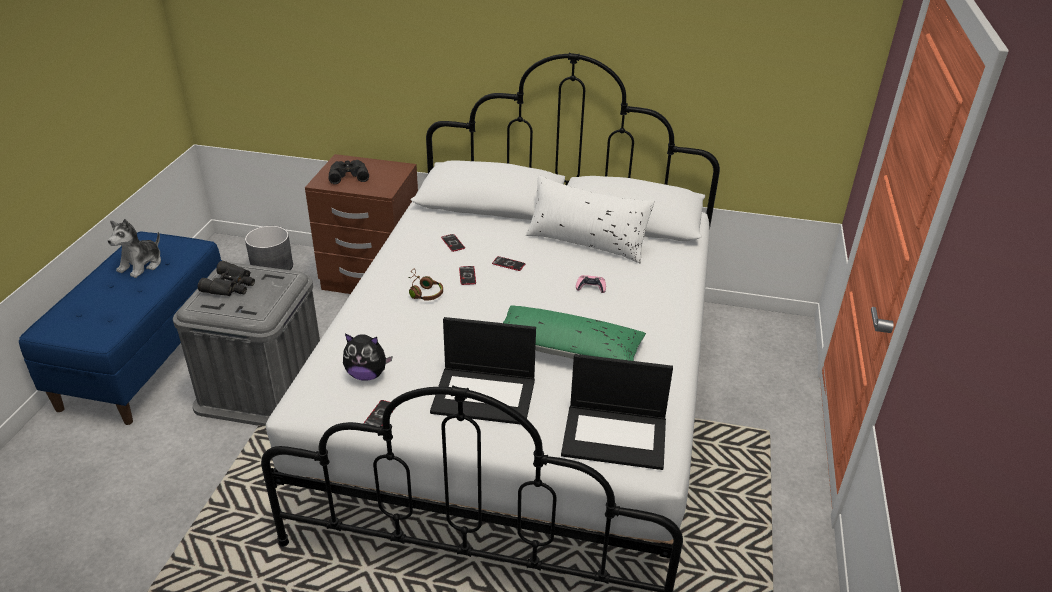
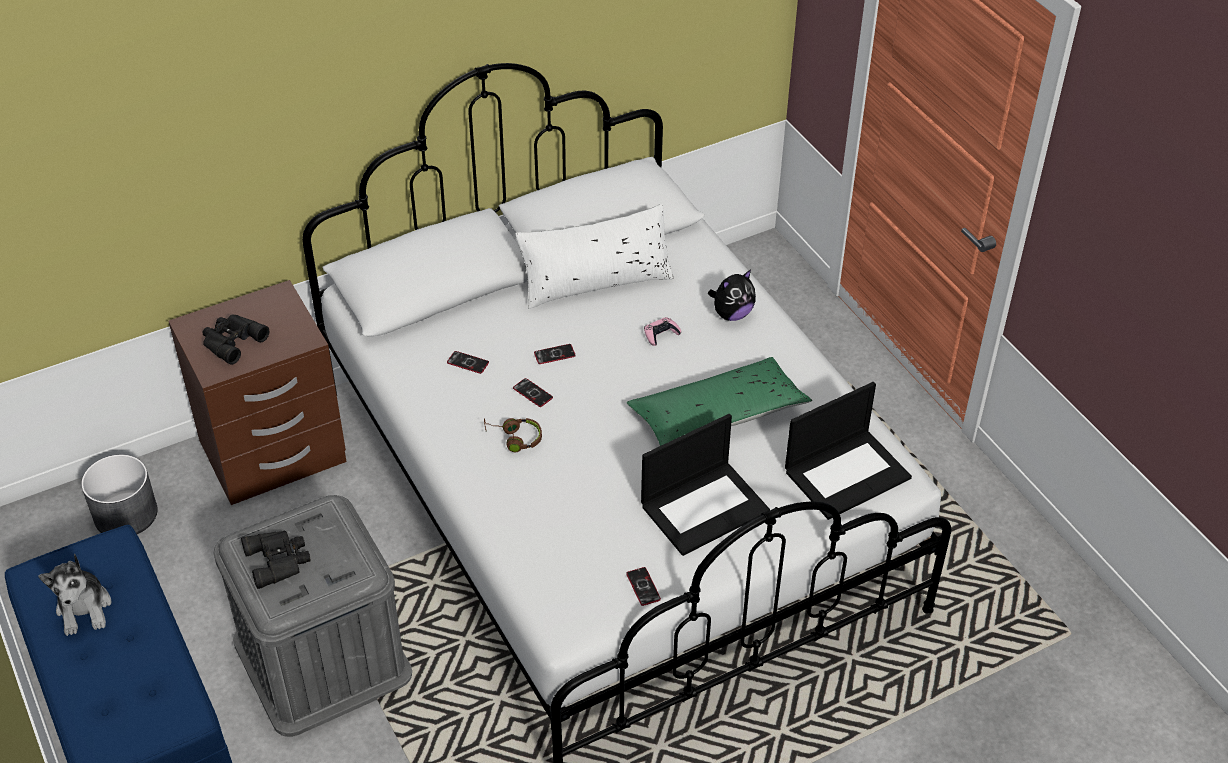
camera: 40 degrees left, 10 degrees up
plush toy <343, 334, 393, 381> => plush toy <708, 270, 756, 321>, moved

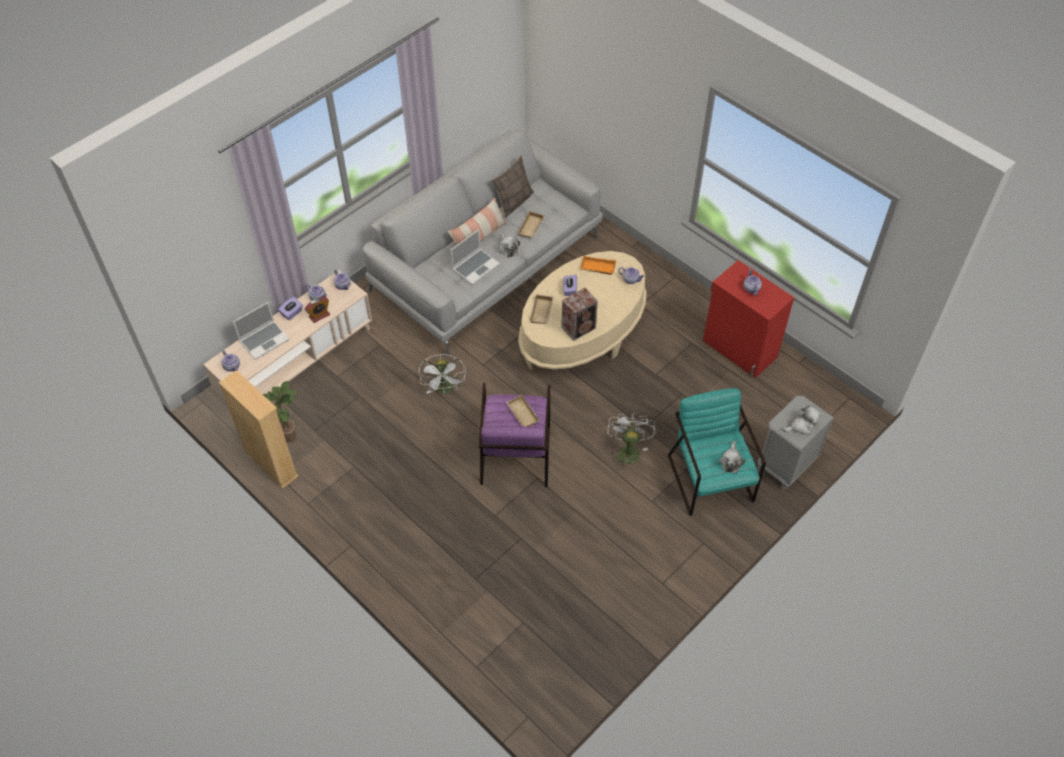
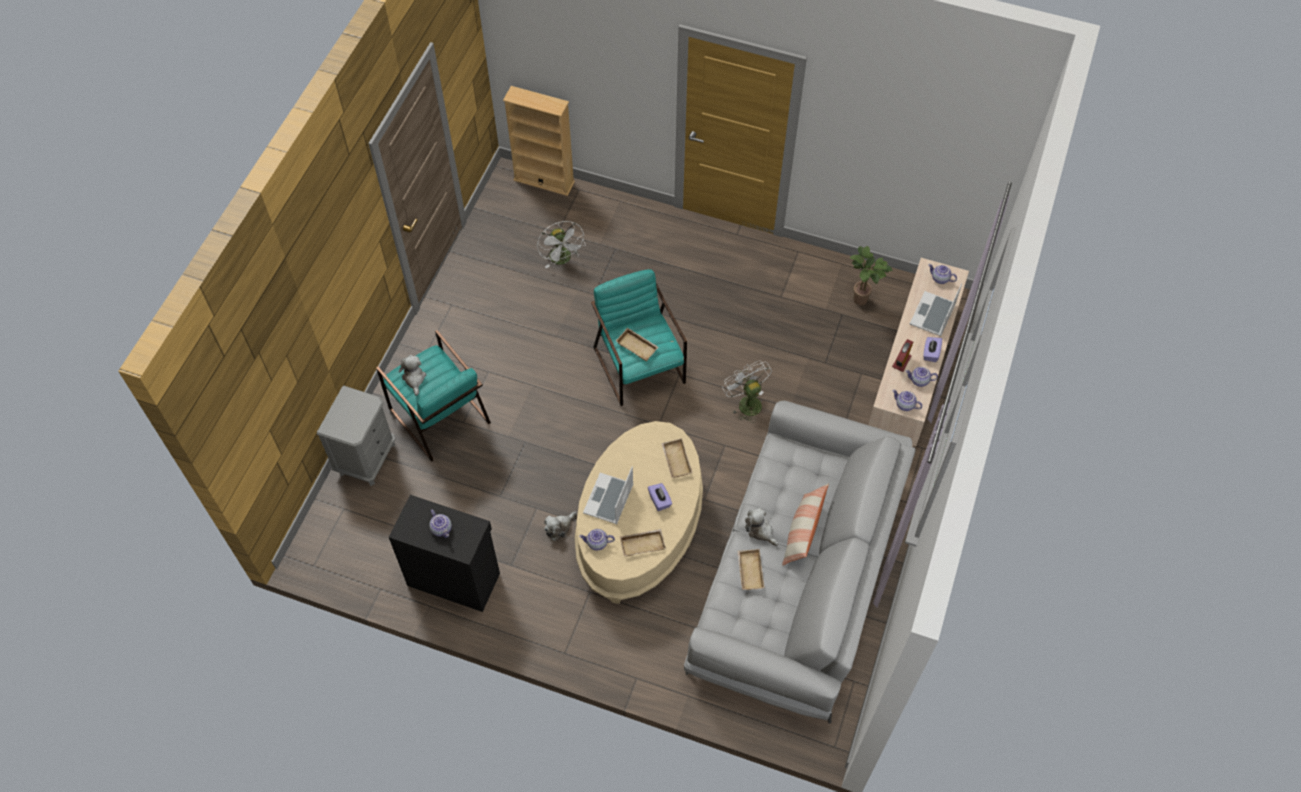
camera: 155 degrees right, 5 degrees up
bookcase (beige) <219, 370, 299, 489> => bookcase (beige) <503, 86, 575, 196>, moved
laptop <451, 229, 500, 285> => laptop <583, 467, 633, 524>, moved
armchair (purple) <479, 383, 550, 487> => armchair (turquoise) <591, 269, 687, 406>
pillow <491, 155, 534, 218> => nothing
speaker <561, 288, 598, 341> => nothing
tray (orange) <580, 256, 616, 275> => tray (beige) <620, 529, 666, 556>
fan (white) <607, 413, 656, 469> => fan (white) <537, 221, 585, 269>, moved
cabinet (red) <703, 260, 794, 378> => cabinet (black) <389, 495, 500, 612>
plush toy <783, 405, 820, 435> => plush toy <544, 511, 577, 541>, moved

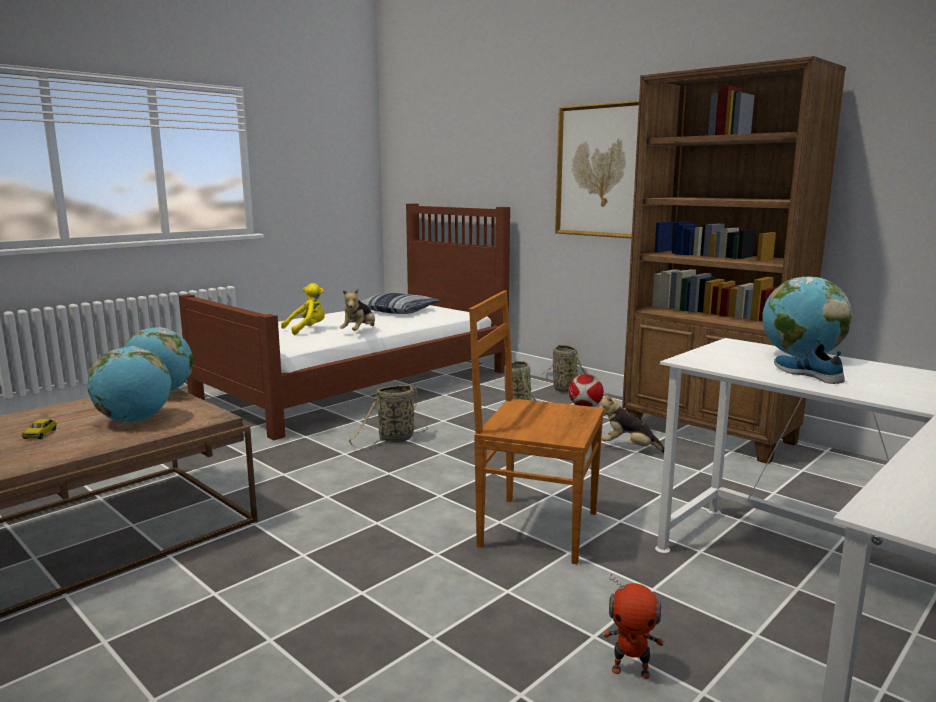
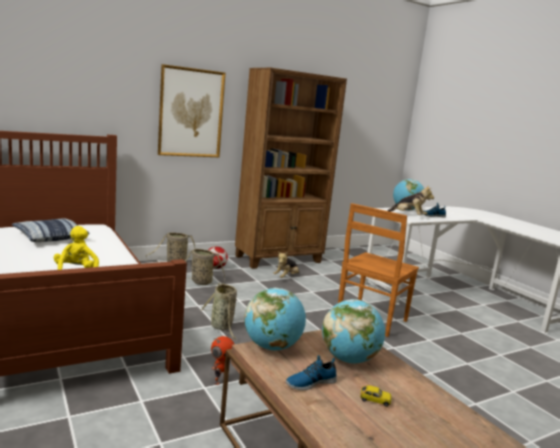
camera: 75 degrees left, 0 degrees up
plush toy <340, 289, 375, 331> => plush toy <387, 185, 434, 215>, moved
toy robot <603, 574, 664, 679> => toy robot <211, 336, 234, 385>, moved
nothing => shoe <286, 355, 337, 390>

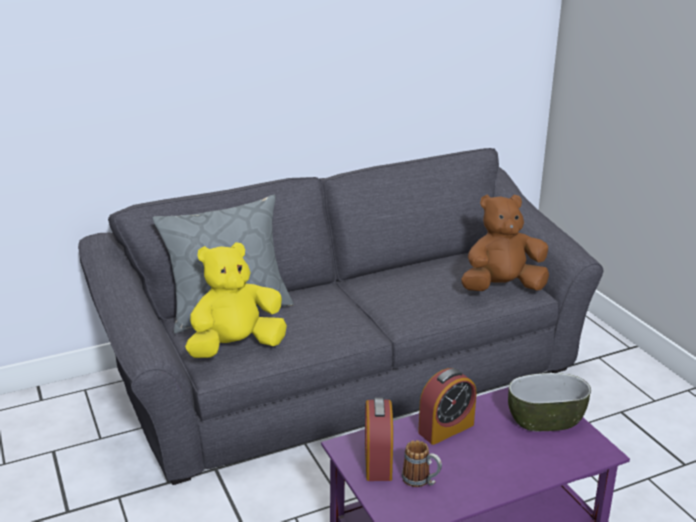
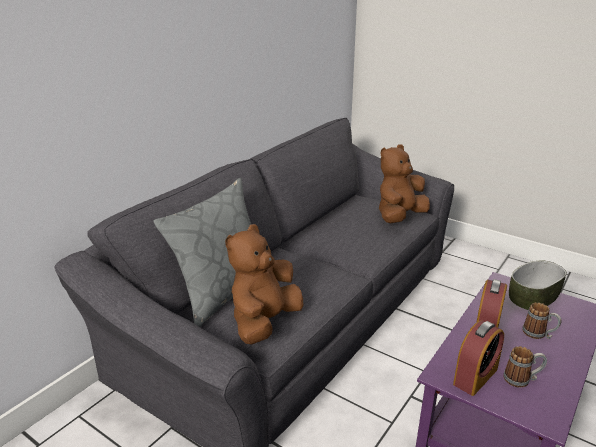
camera: 30 degrees left, 0 degrees up
plush toy (yellow) <185, 242, 287, 358> => plush toy (brown) <225, 224, 303, 345>
alarm clock <365, 398, 393, 481> => alarm clock <453, 321, 504, 396>, 105 degrees counterclockwise
nothing => mug <522, 302, 562, 339>

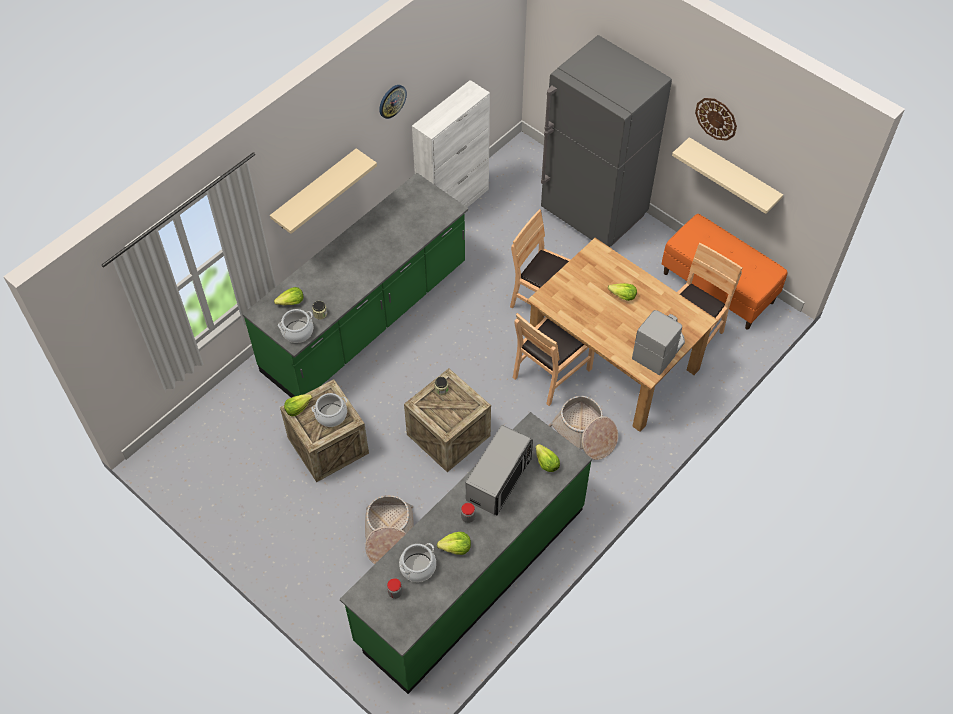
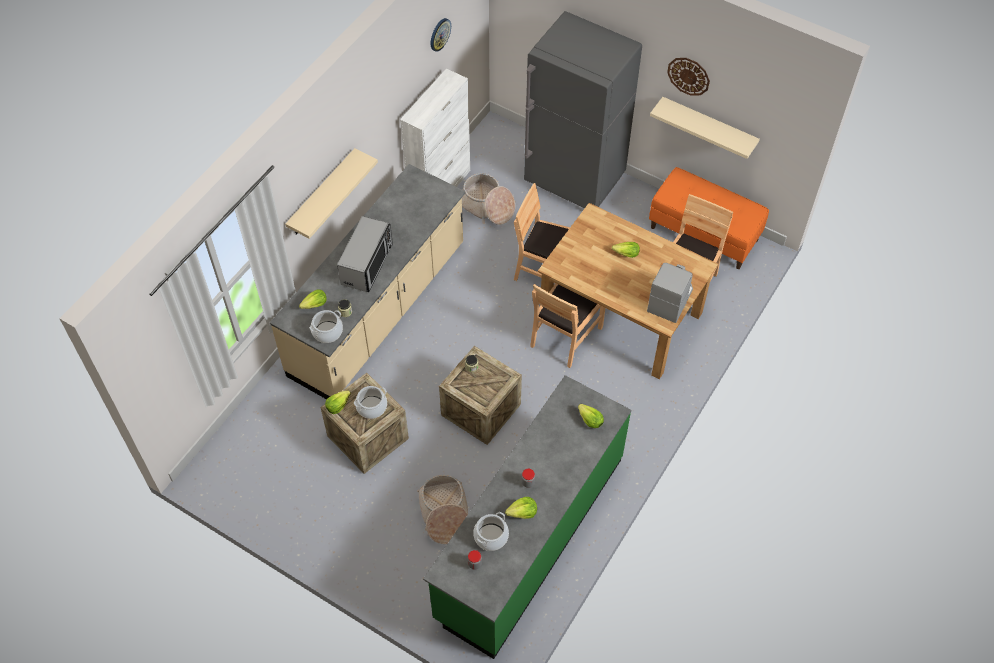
camera: 10 degrees left, 0 degrees up
counter (green) <242, 173, 468, 398> => counter (beige) <270, 164, 466, 399>
wall clock <379, 85, 407, 119> => wall clock <431, 18, 451, 52>, moved
microwave <466, 425, 533, 515> => microwave <337, 216, 393, 292>, moved
basket <548, 396, 618, 460> => basket <461, 173, 515, 225>, moved

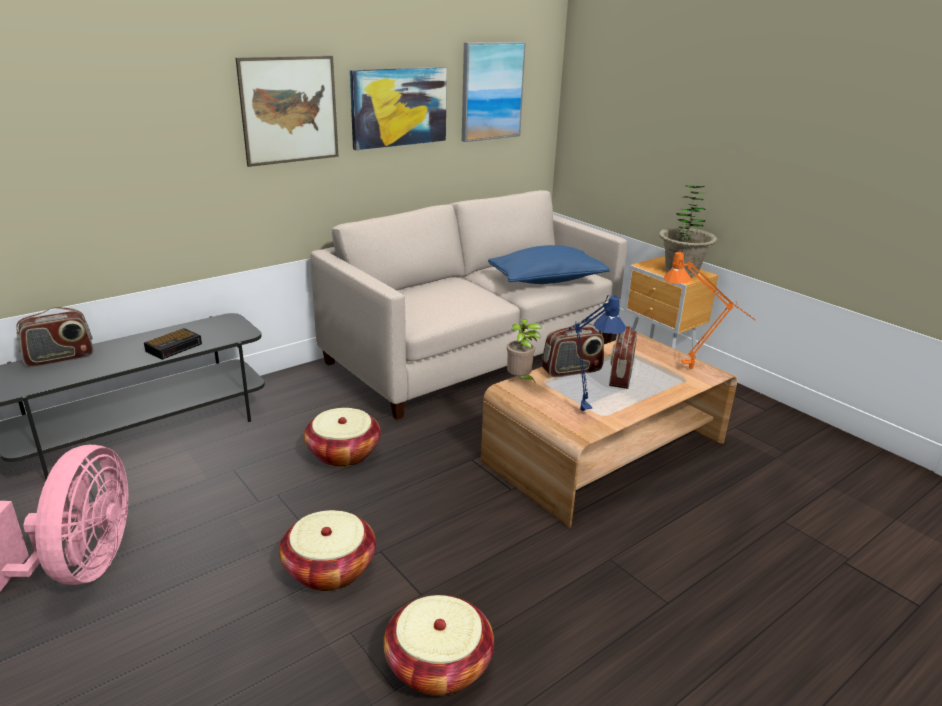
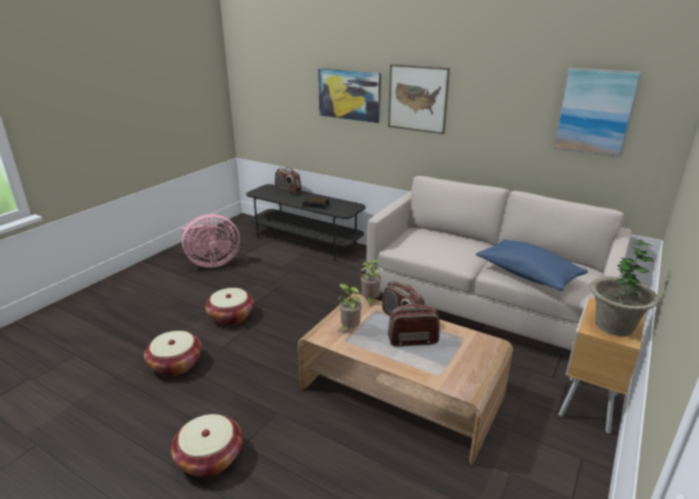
camera: 70 degrees right, 0 degrees up
basket <304, 408, 381, 467> => basket <171, 414, 243, 477>, moved
picture <350, 67, 447, 150> => picture <318, 68, 381, 123>, moved
table lamp (blue) <565, 295, 626, 413> => potted plant <337, 284, 362, 332>
table lamp (orange) <663, 251, 756, 369> => nothing

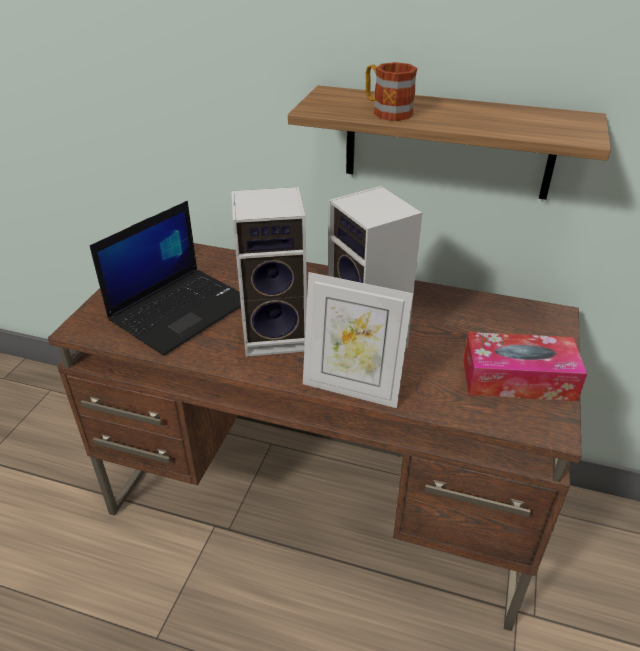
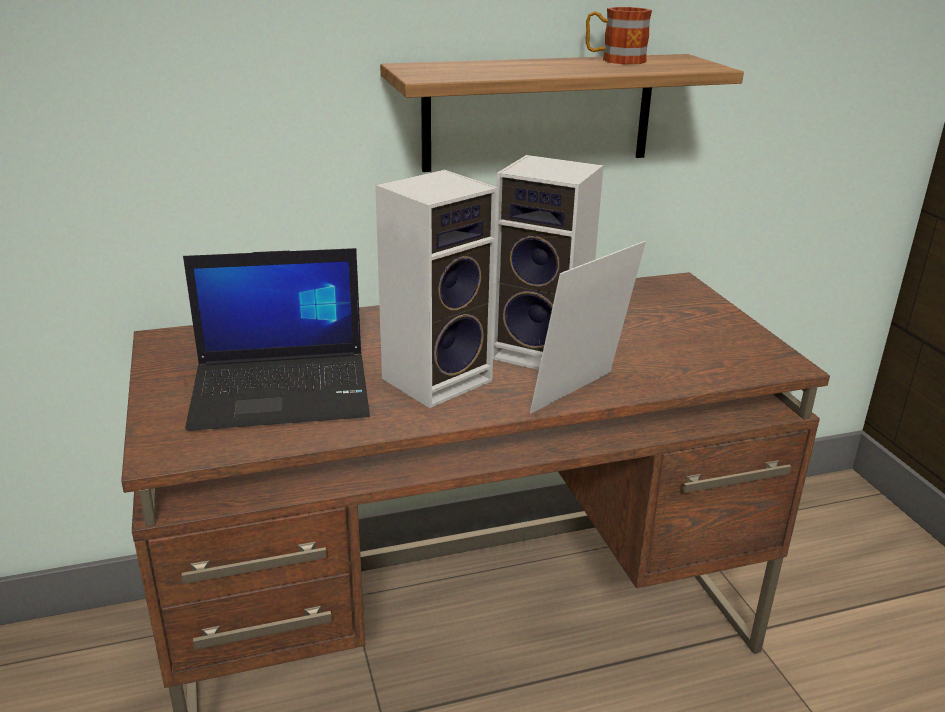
camera: 35 degrees left, 10 degrees down
laptop <90, 201, 241, 356> => laptop <183, 248, 370, 431>, 75 degrees clockwise
picture frame <303, 272, 413, 408> => picture frame <530, 241, 646, 413>, 150 degrees clockwise
mug <366, 62, 417, 121> => mug <586, 7, 652, 64>, moved
tissue box <463, 332, 587, 401> => nothing

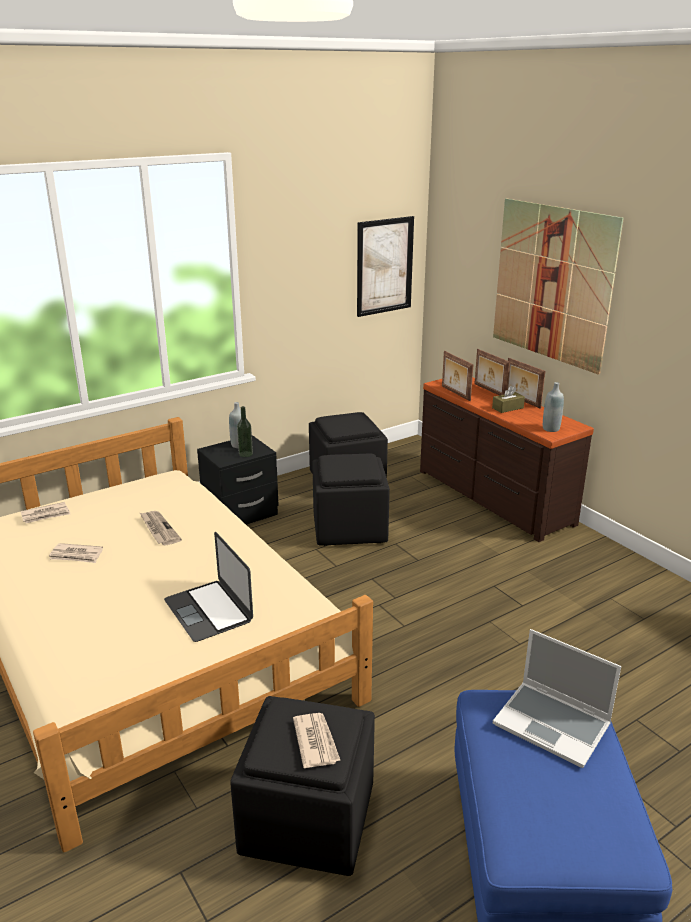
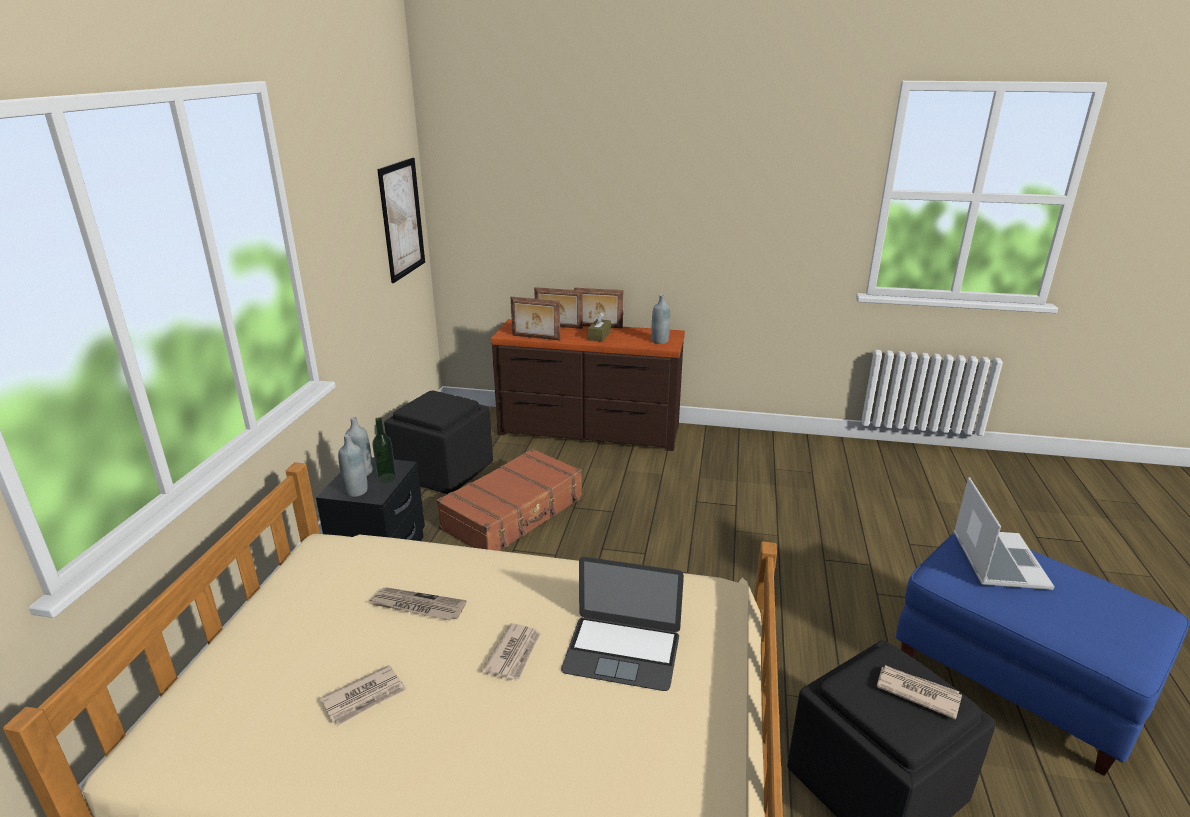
camera: 45 degrees left, 0 degrees up
newspaper <20, 502, 70, 523> => newspaper <482, 623, 541, 680>, moved
ottoman (black) <312, 454, 390, 546> => suitcase (brown) <436, 448, 582, 551>
picture <493, 198, 624, 375> => nothing
laptop <493, 629, 621, 768> => laptop <954, 477, 1054, 590>, 75 degrees counterclockwise
nothing => bottle (grey) <338, 434, 368, 497>

